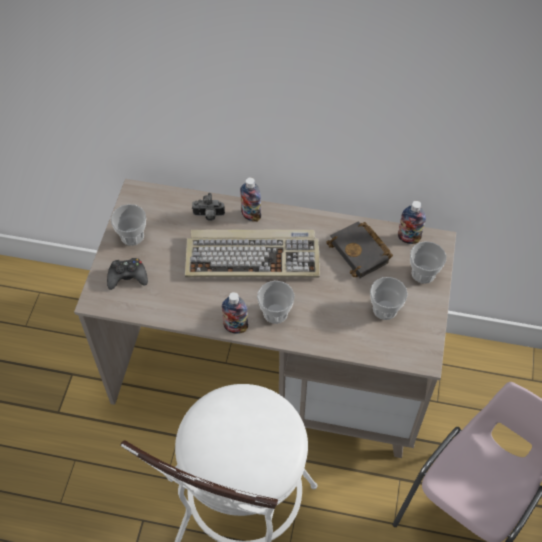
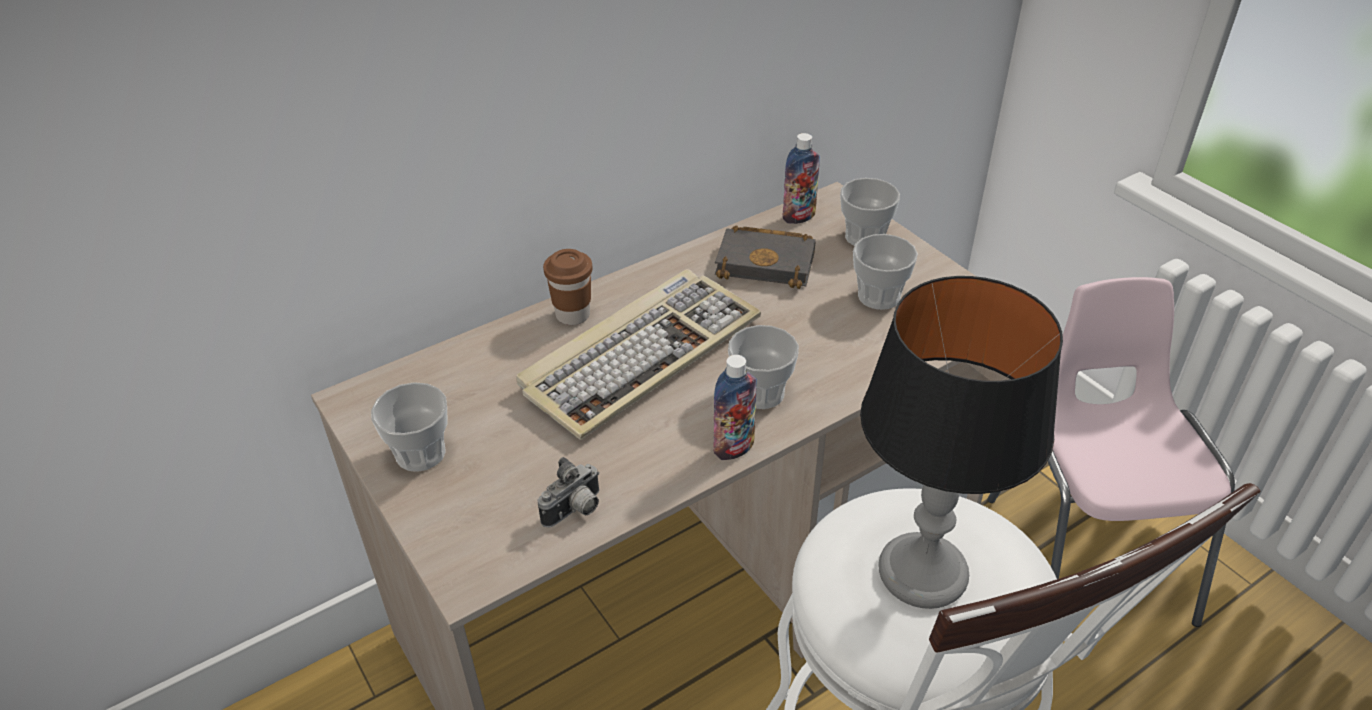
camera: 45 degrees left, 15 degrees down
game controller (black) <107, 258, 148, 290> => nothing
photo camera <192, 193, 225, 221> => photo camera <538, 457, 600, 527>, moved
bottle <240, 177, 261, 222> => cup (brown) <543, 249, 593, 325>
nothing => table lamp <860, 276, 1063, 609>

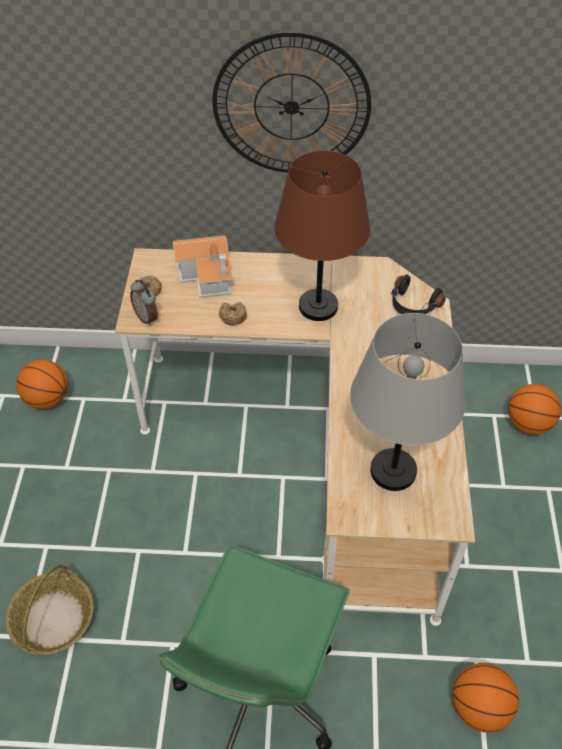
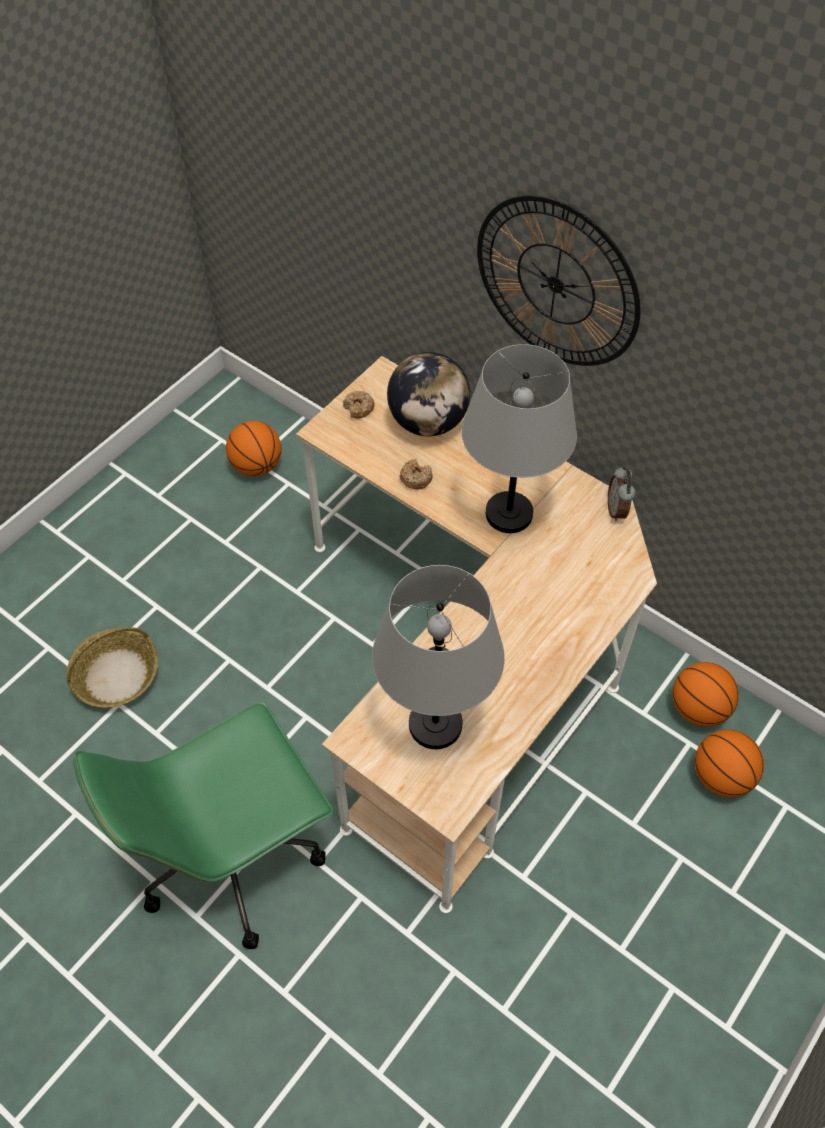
camera: 35 degrees right, 5 degrees up
alarm clock <130, 280, 158, 326> => alarm clock <608, 466, 636, 521>, moved
toy house <173, 235, 233, 298> => globe <387, 352, 470, 436>
table lamp (brown) <274, 151, 370, 321> => table lamp (grey) <461, 344, 577, 533>
headphones (black) <391, 274, 446, 314> => nothing
basketball <452, 663, 519, 733> => basketball <673, 662, 739, 727>, moved

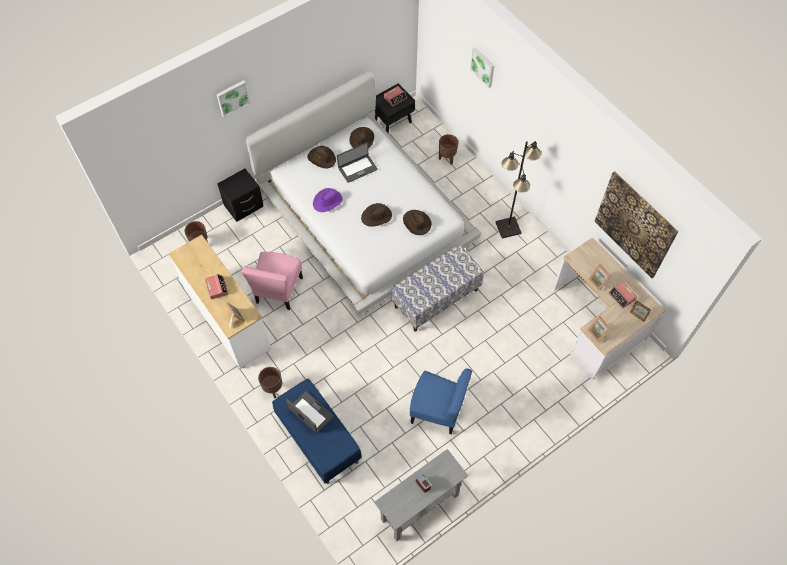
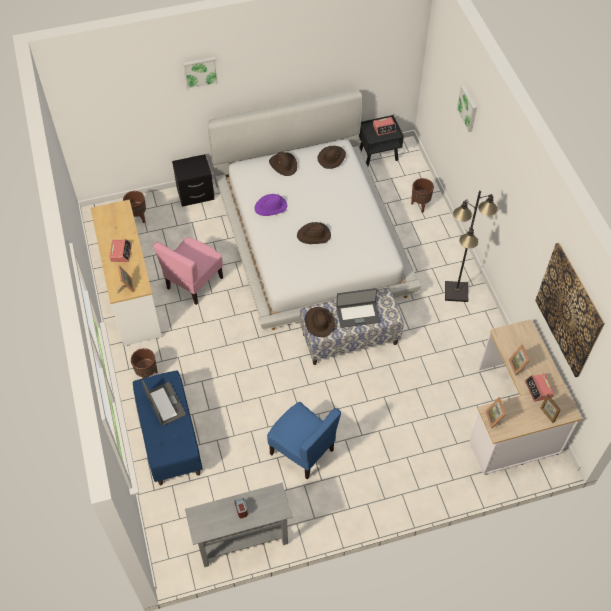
camera: 20 degrees right, 5 degrees down
laptop <337, 142, 378, 183> => laptop <336, 288, 380, 328>, moved
hat (brown) <403, 210, 432, 235> => hat (brown) <305, 307, 335, 337>, moved

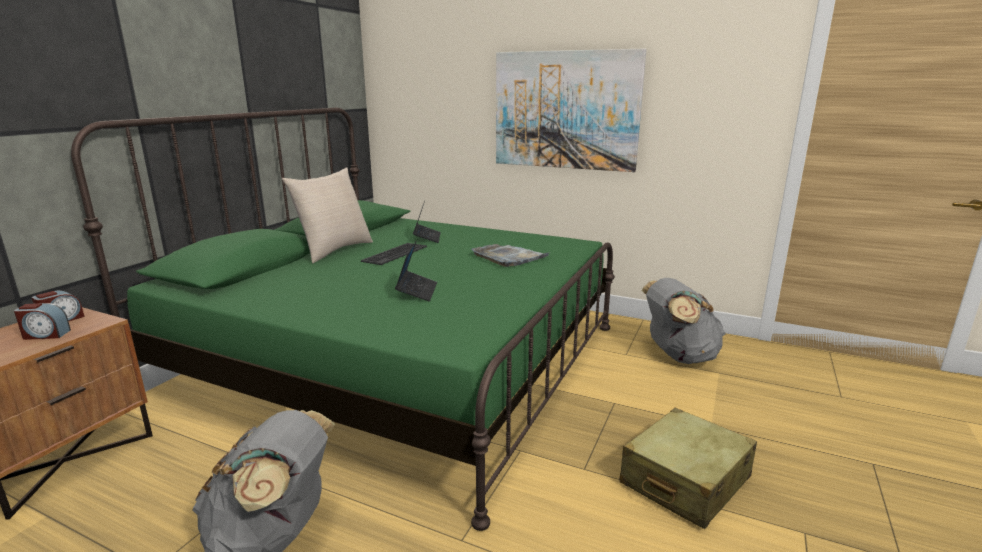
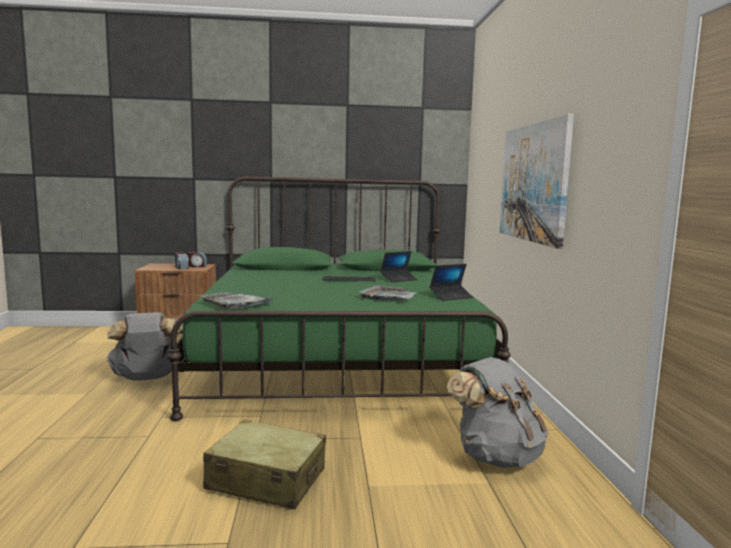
camera: 60 degrees right, 10 degrees down
pillow (beige) <282, 167, 373, 263> => nothing
laptop <395, 242, 437, 301> => laptop <430, 264, 474, 301>, moved
nothing => tray (grey) <201, 292, 273, 309>

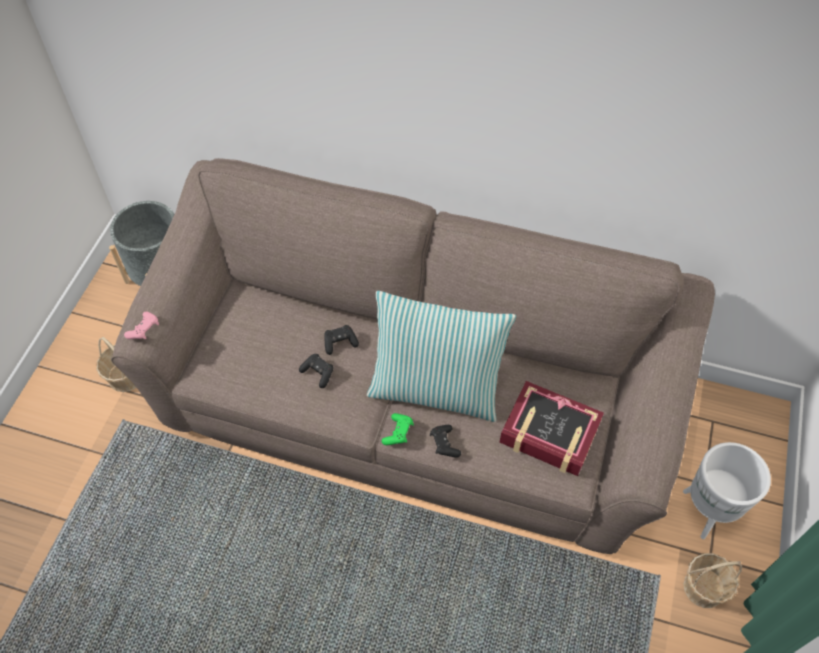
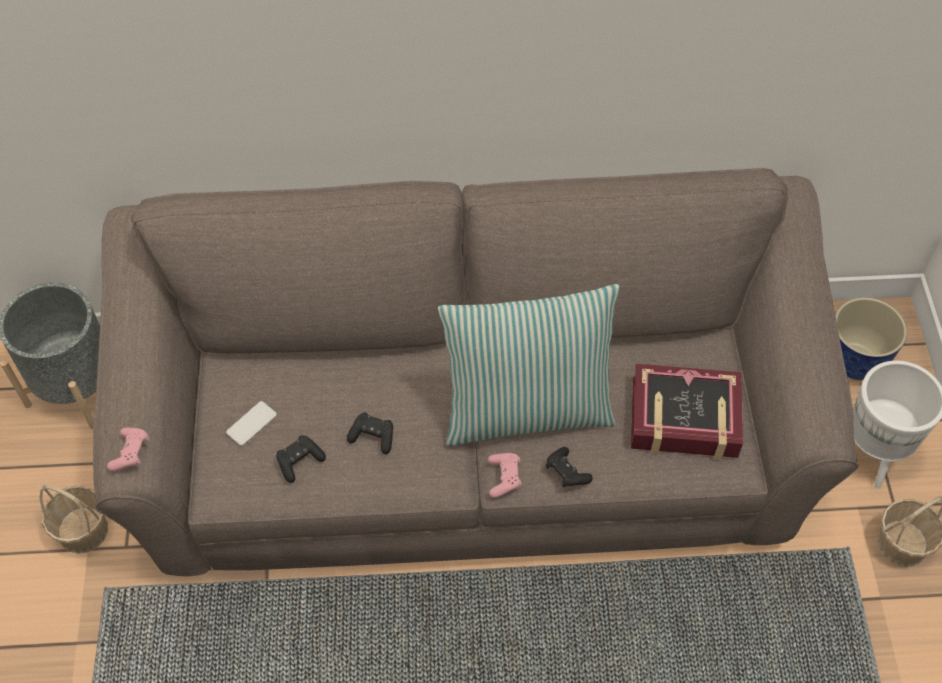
camera: 20 degrees left, 0 degrees up
game controller (black) <324, 325, 359, 355> => game controller (black) <276, 436, 326, 483>, moved
game controller (green) <382, 413, 414, 445> => game controller (pink) <488, 453, 522, 498>
nothing => phone <226, 401, 277, 446>
nothing => planter <835, 297, 907, 380>

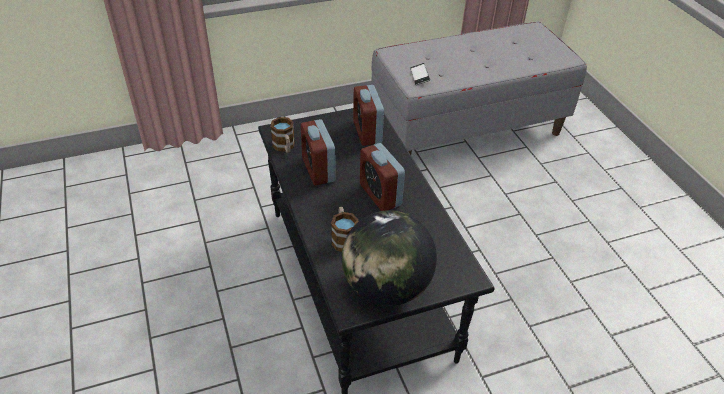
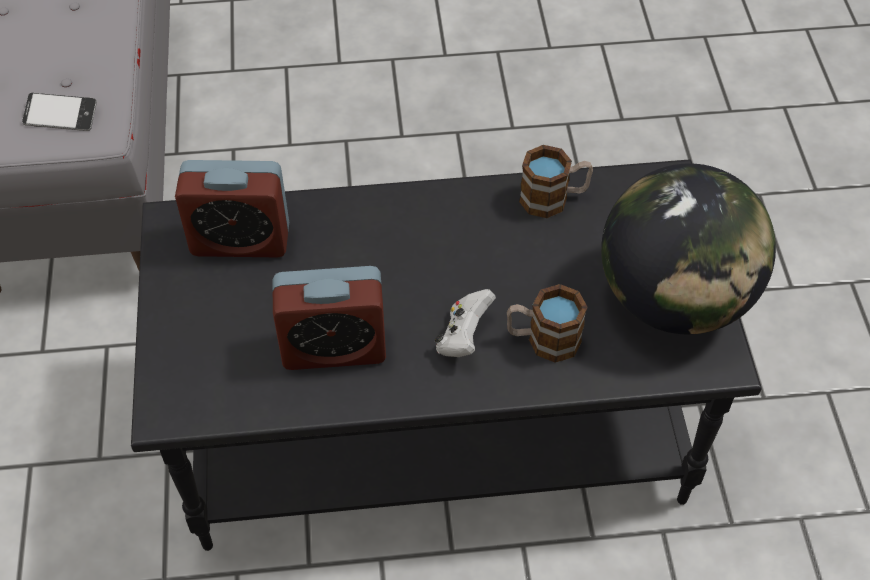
camera: 75 degrees left, 10 degrees up
mug <270, 117, 295, 153> => mug <519, 145, 593, 218>, moved
alarm clock <360, 143, 405, 211> => nothing
nothing => game controller (white) <435, 289, 496, 357>

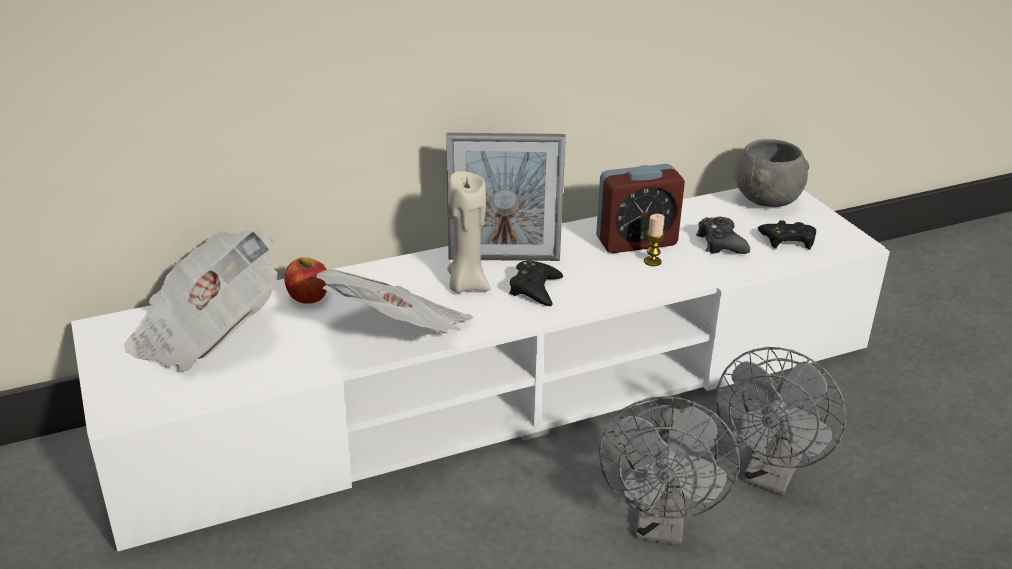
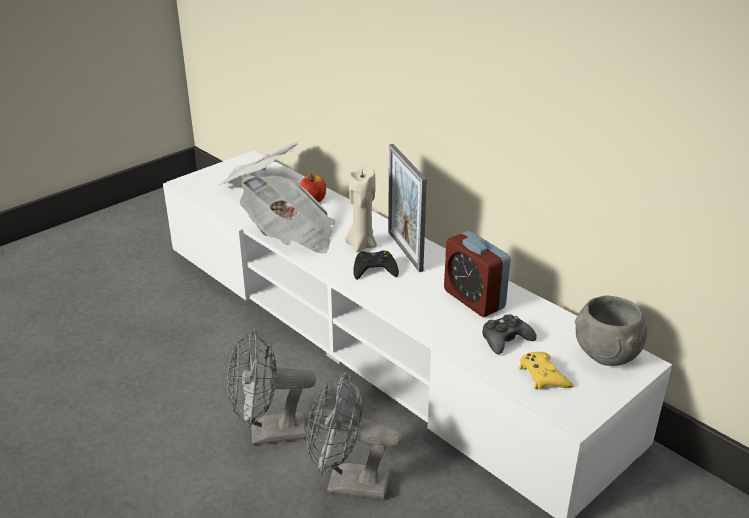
camera: 70 degrees right, 0 degrees up
candle <644, 214, 665, 266> => nothing
game controller (black) <758, 220, 816, 250> => game controller (yellow) <519, 352, 574, 389>

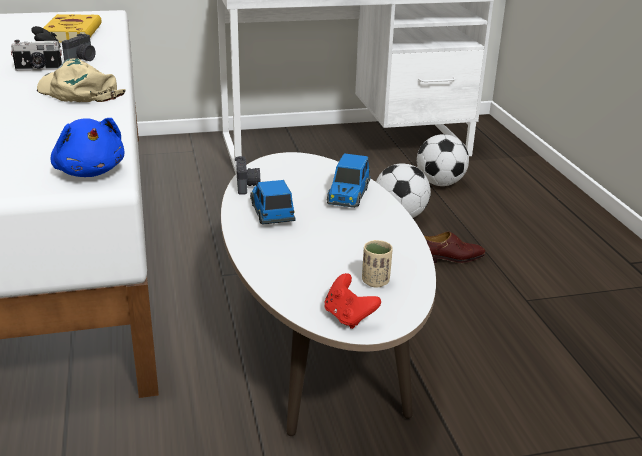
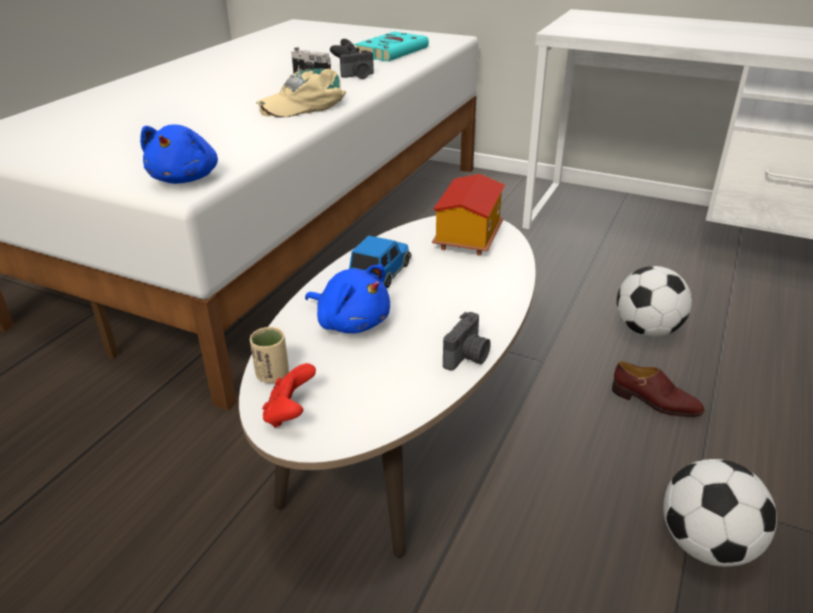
camera: 40 degrees right, 5 degrees up
cap (beige) <37, 58, 126, 102> => cap (beige) <256, 68, 346, 117>, 105 degrees counterclockwise
book (yellow) <43, 14, 102, 43> => book (turquoise) <354, 32, 429, 61>
photo camera <235, 156, 260, 195> => photo camera <443, 312, 491, 371>, moved
toy car <327, 153, 370, 208> => nothing
cup (beige) <362, 240, 393, 288> => cup (beige) <250, 327, 289, 383>, moved
football <417, 134, 469, 186> => football <663, 459, 777, 567>, moved
nothing => plush toy (blue) <305, 265, 390, 333>
nothing => toy house <432, 174, 505, 256>

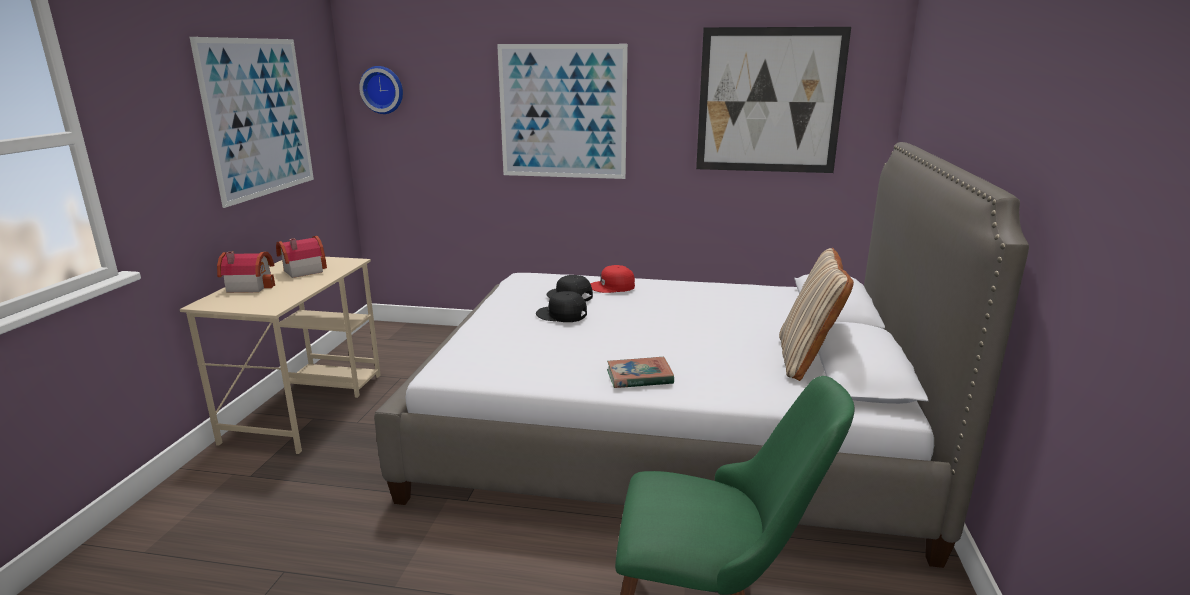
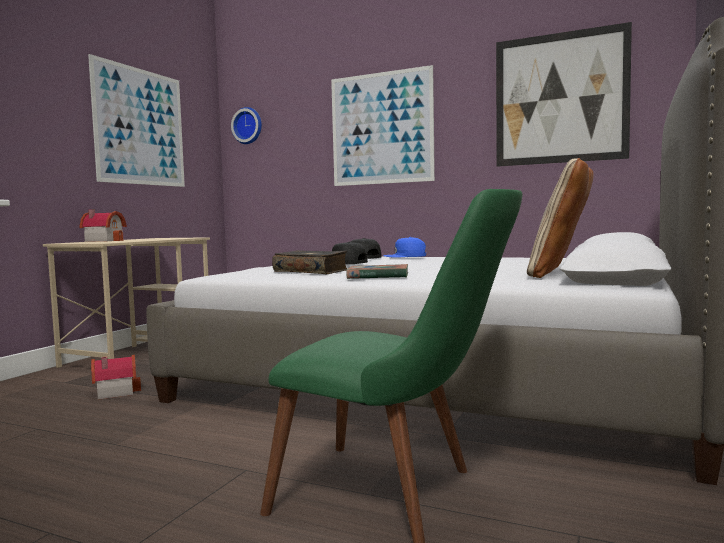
camera: 15 degrees right, 15 degrees down
toy house <276, 236, 327, 278> => toy house <91, 355, 141, 400>, moved
cap (red) <590, 265, 635, 293> => cap (blue) <384, 237, 426, 258>
nothing => book <272, 250, 348, 274>

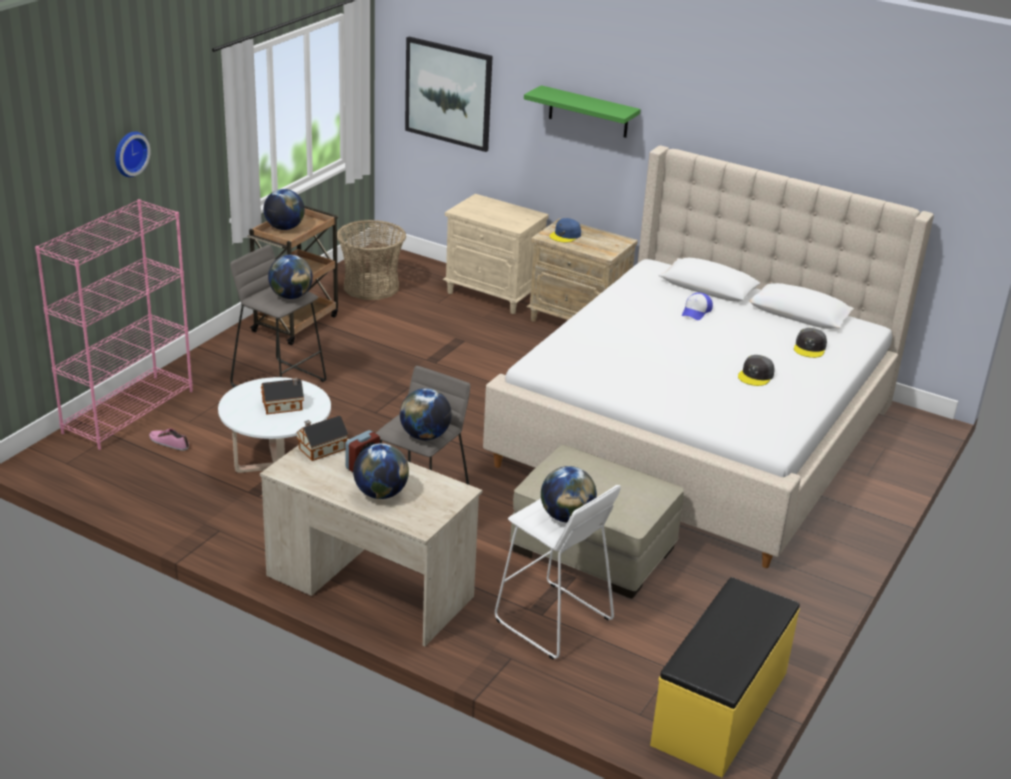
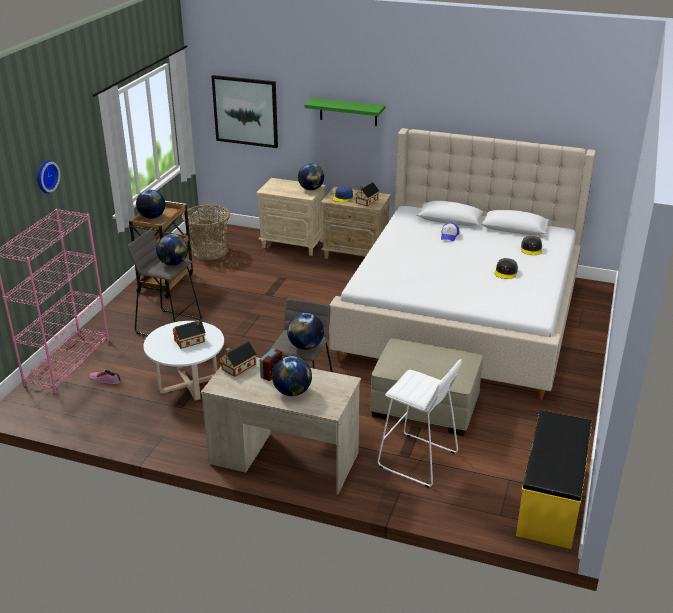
camera: 10 degrees left, 0 degrees up
globe <541, 466, 597, 522> => globe <298, 164, 324, 190>, moved
nothing => toy house <355, 182, 379, 206>

